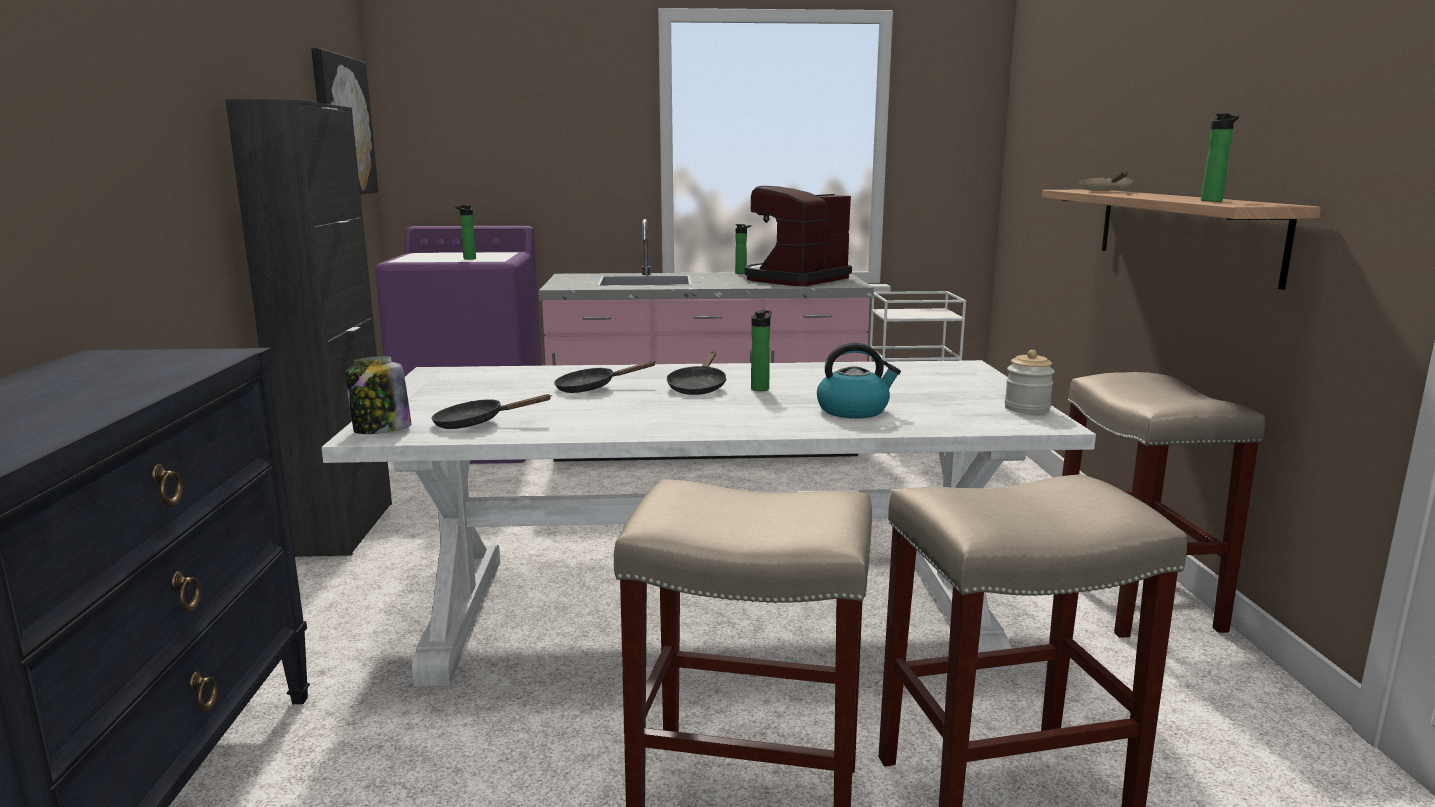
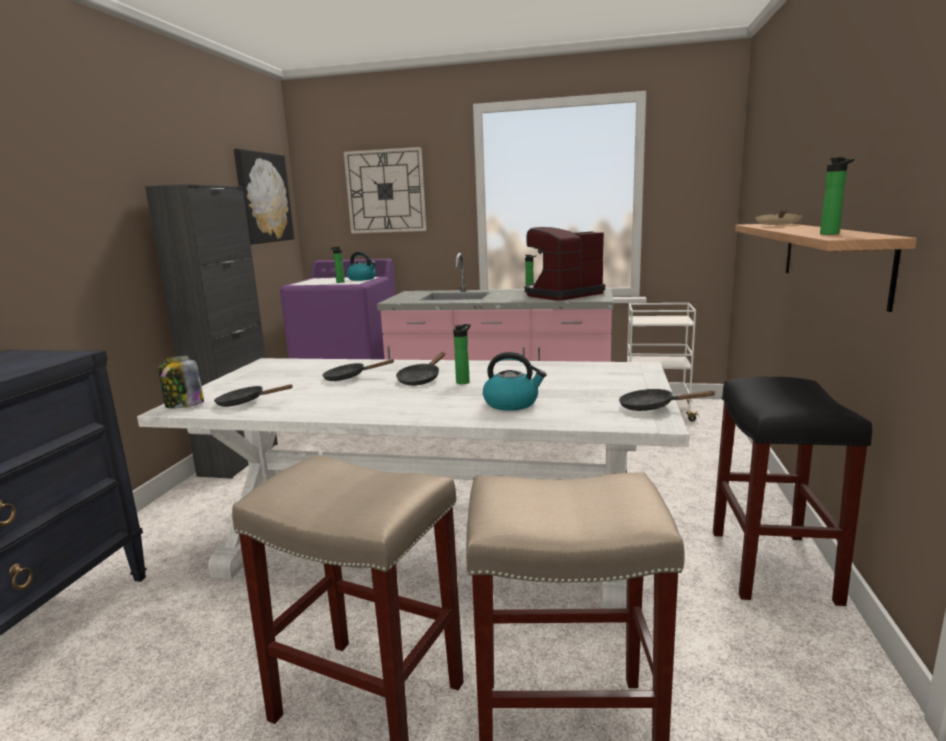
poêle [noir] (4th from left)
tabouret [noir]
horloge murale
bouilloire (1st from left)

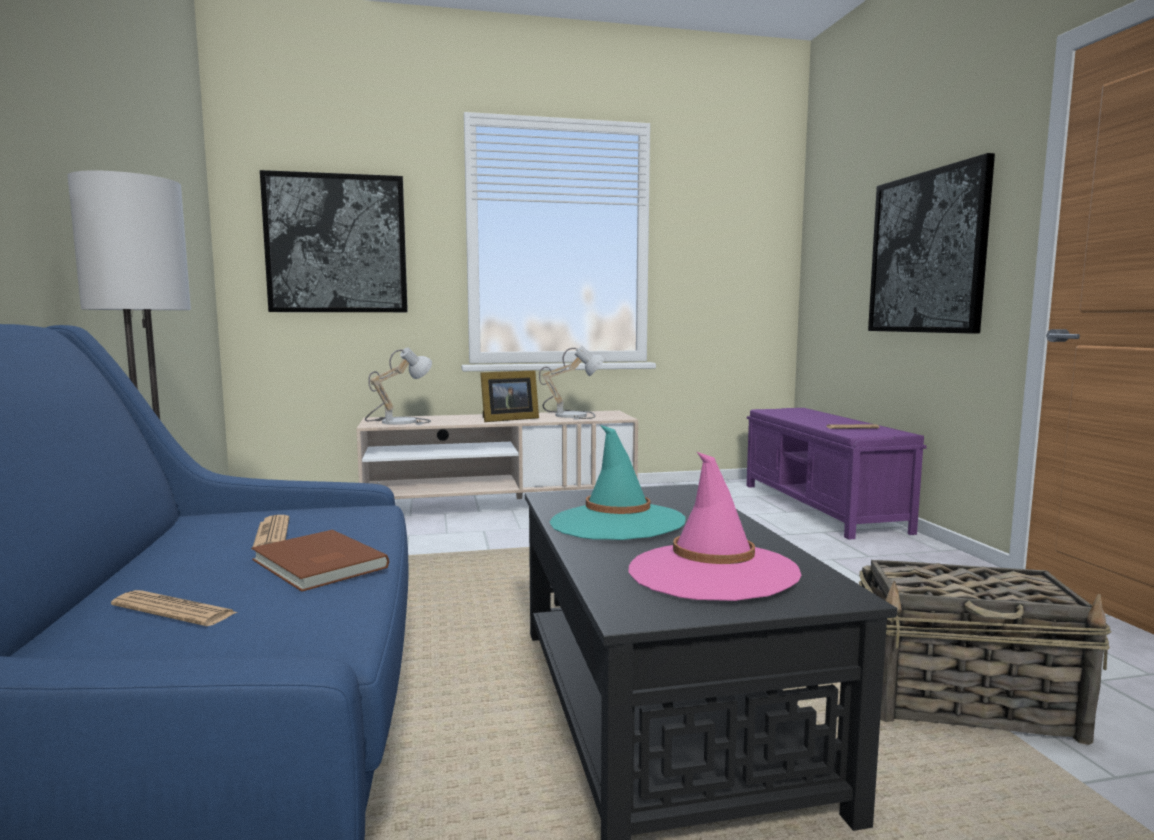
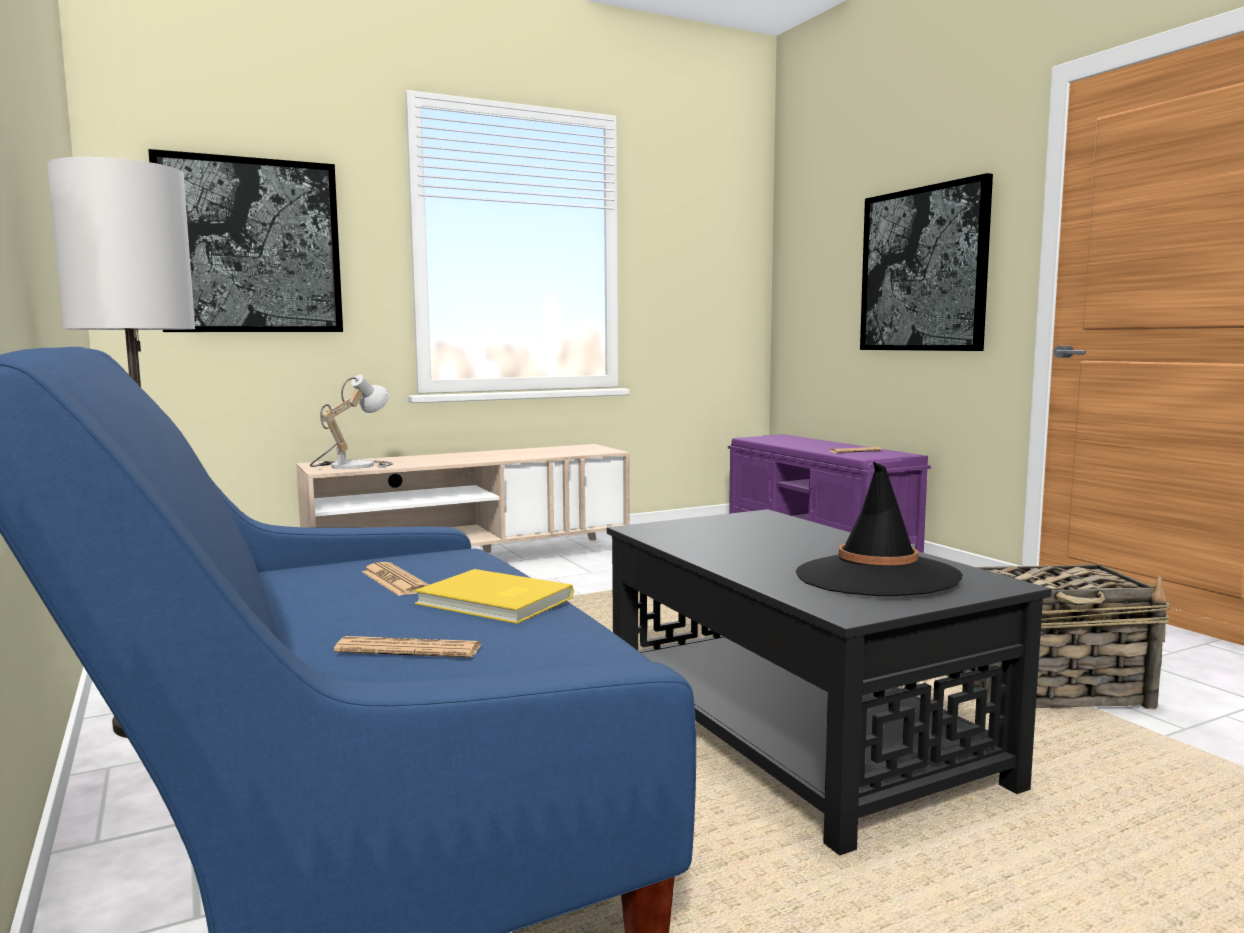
lampe de table (2nd from left in the first image)
cadre photo
chapeau [turquoise]
chapeau [noir]
livre [jaune]

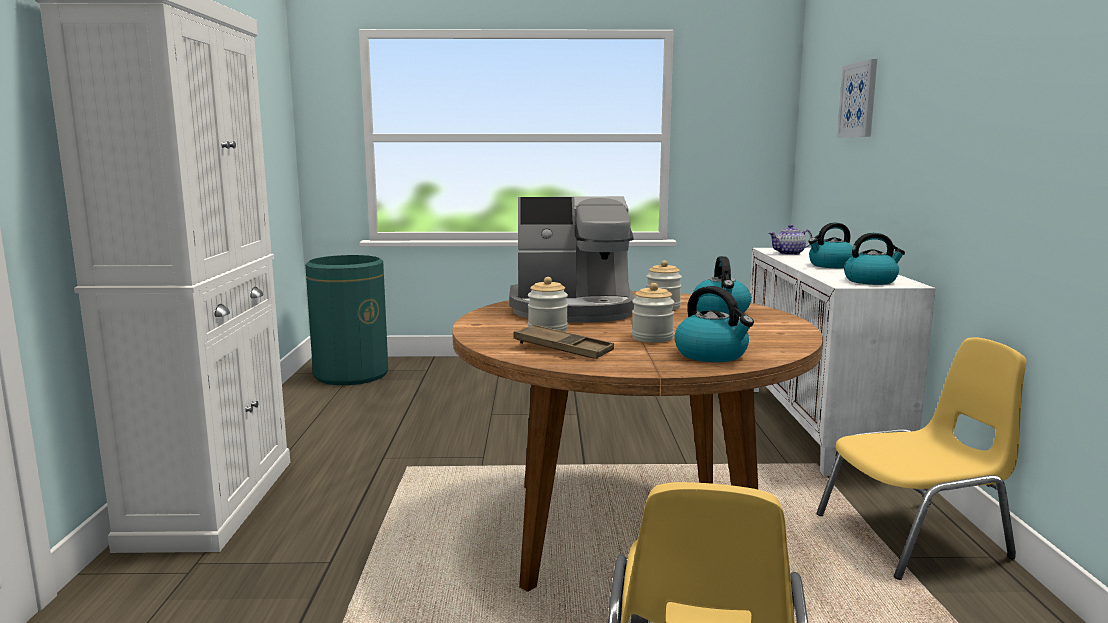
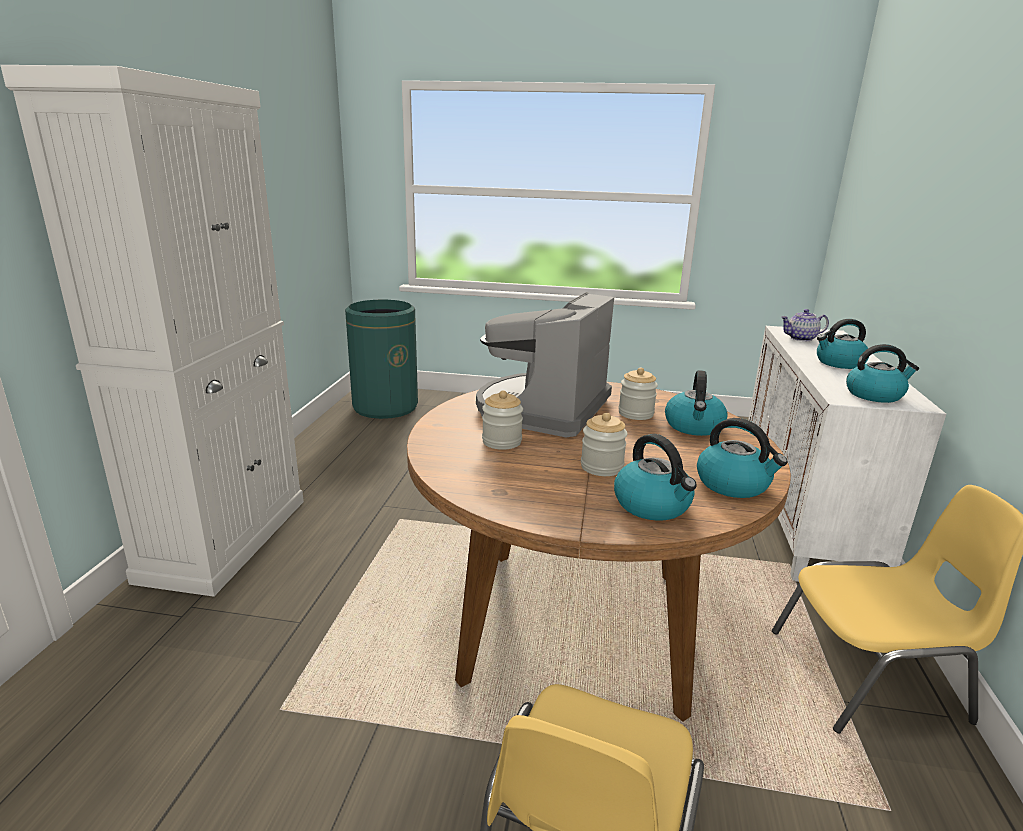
tableau
machine à café
plateau [marron]
bouilloire (3rd from left)

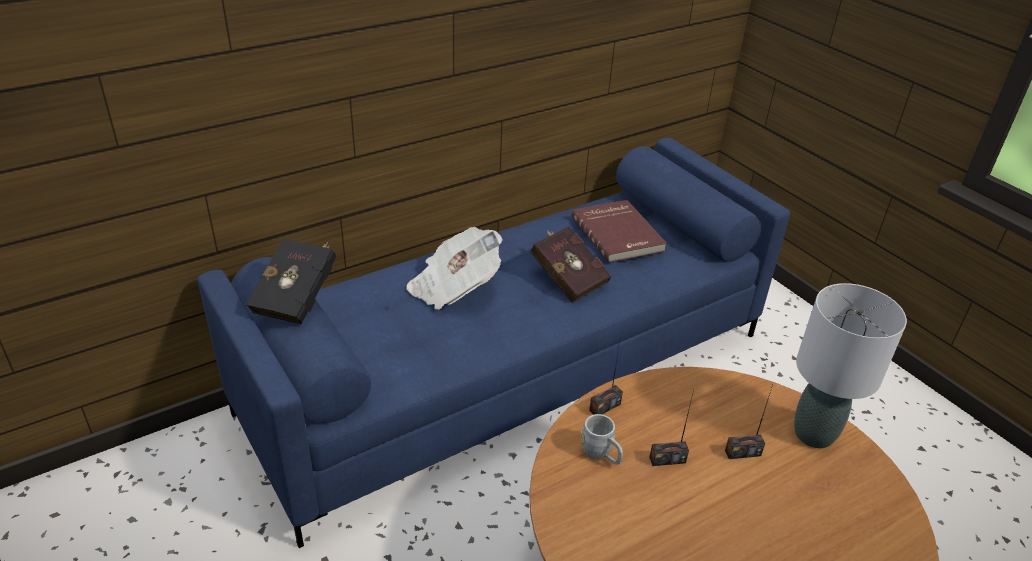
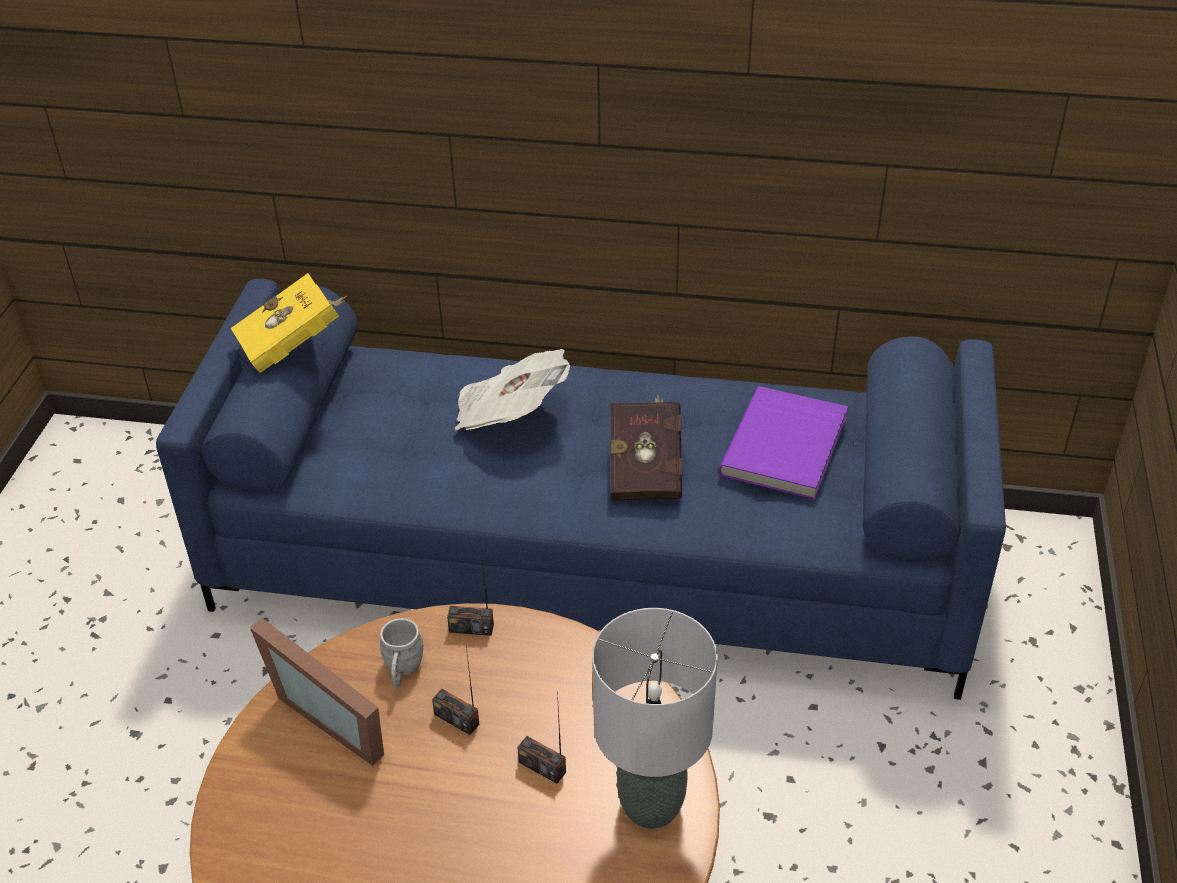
livre [violet]
livre [jaune]
cadre photo

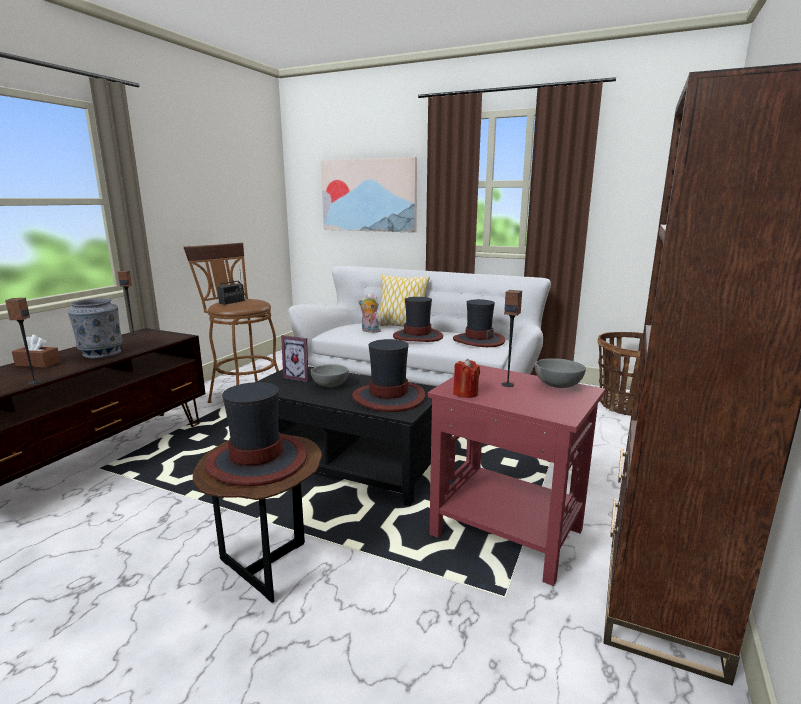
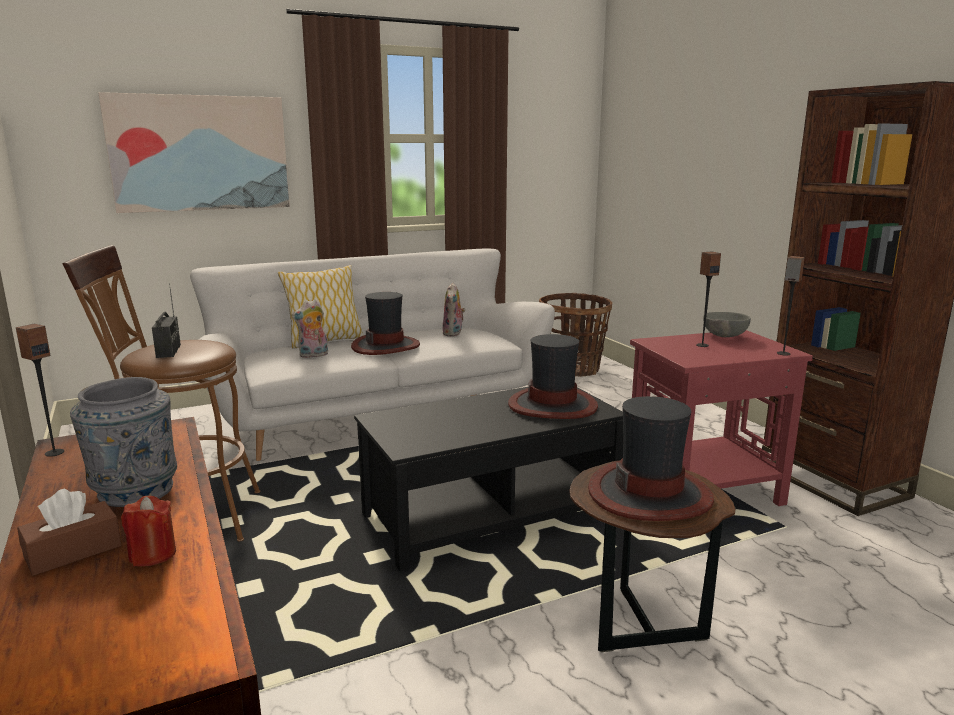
enceinte (3rd from left)
peluche (2nd from left)
cadre photo
bougie [rouge]
bol [gris] (1st from left in the first image)

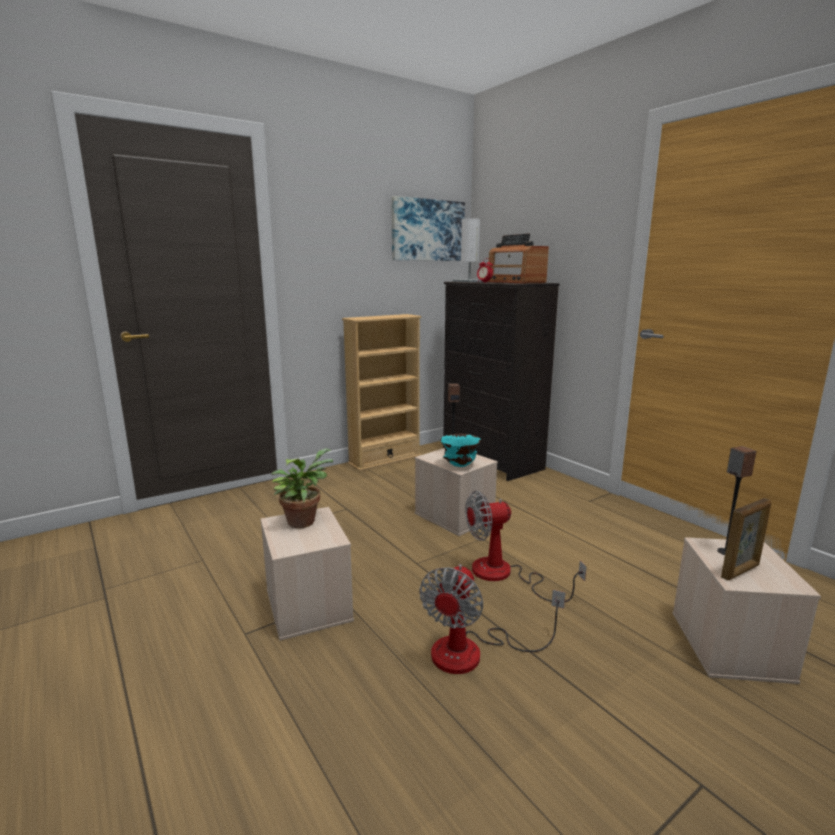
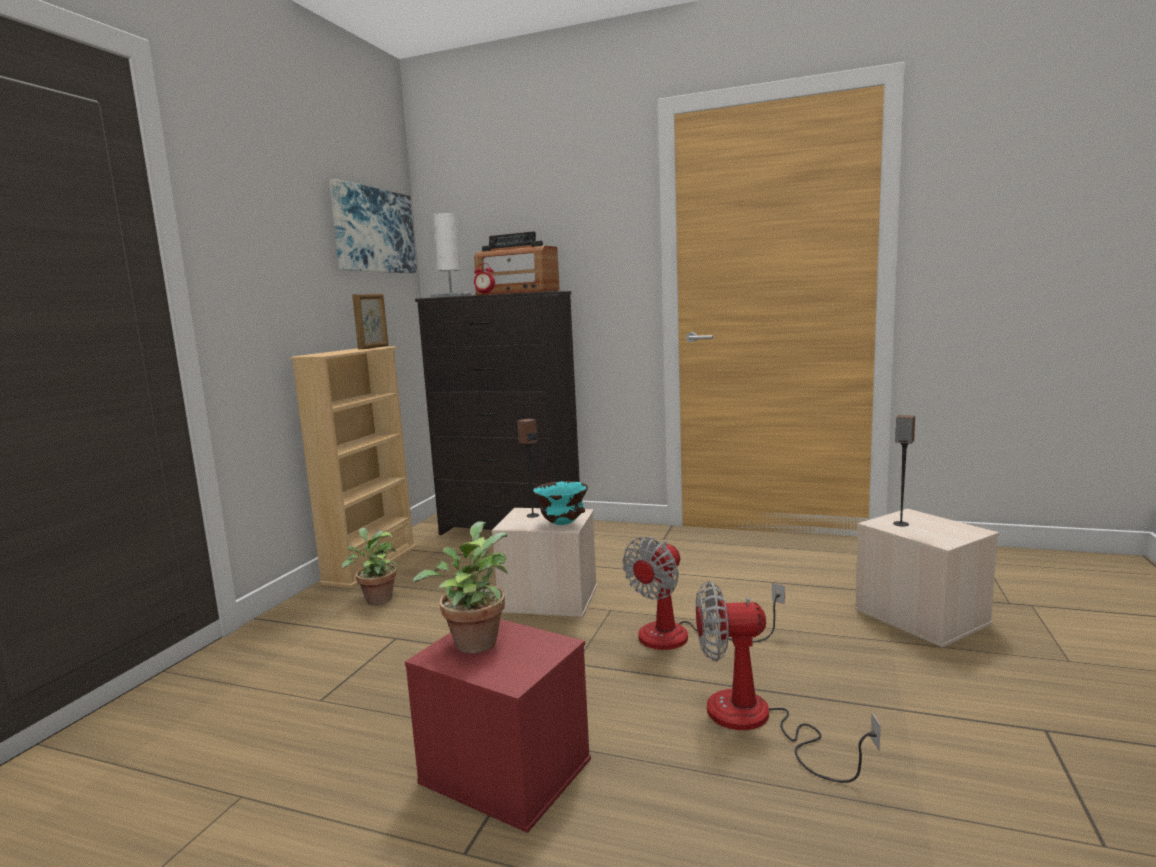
cadre photo
boîte de rangement [rouge]
ventilateur (2nd from left)
plante en pot (1st from left)

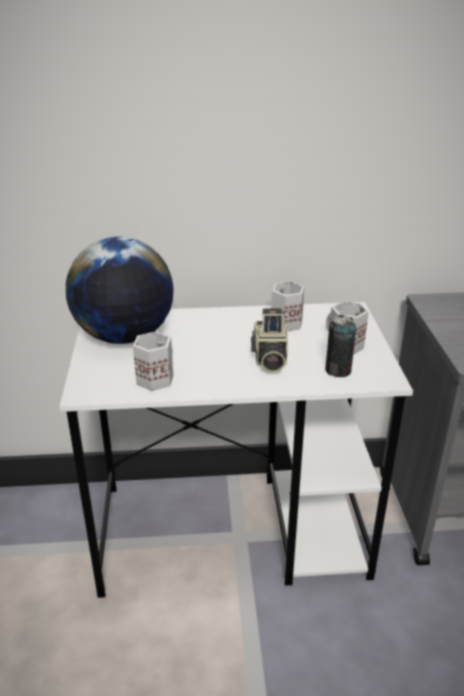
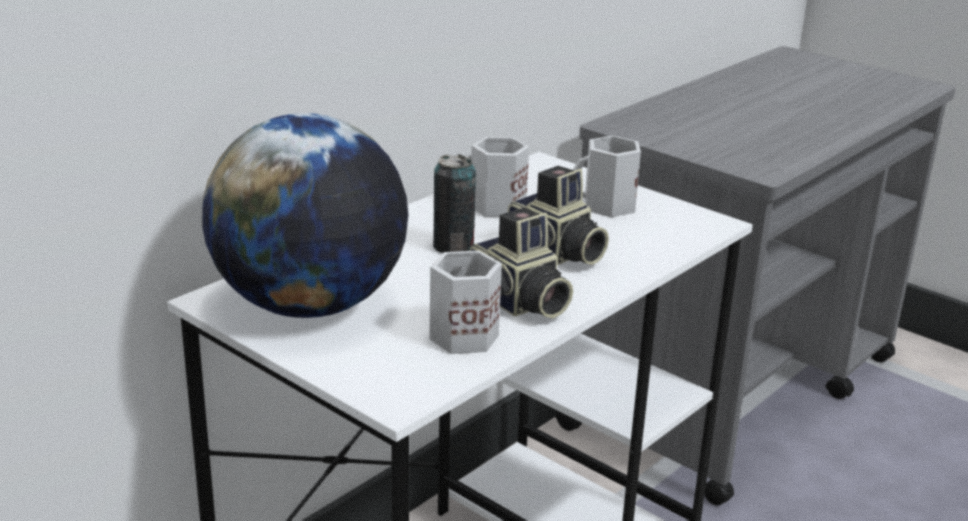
boîte métallique
appareil photo (1st from left)

